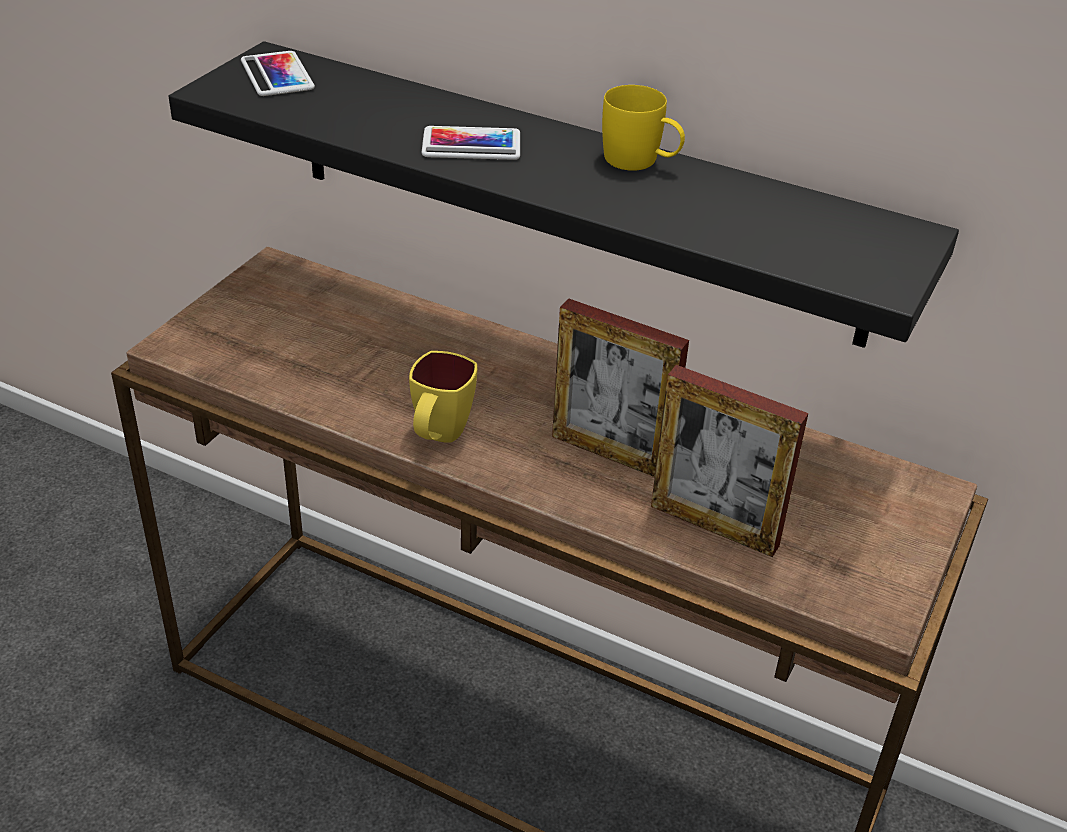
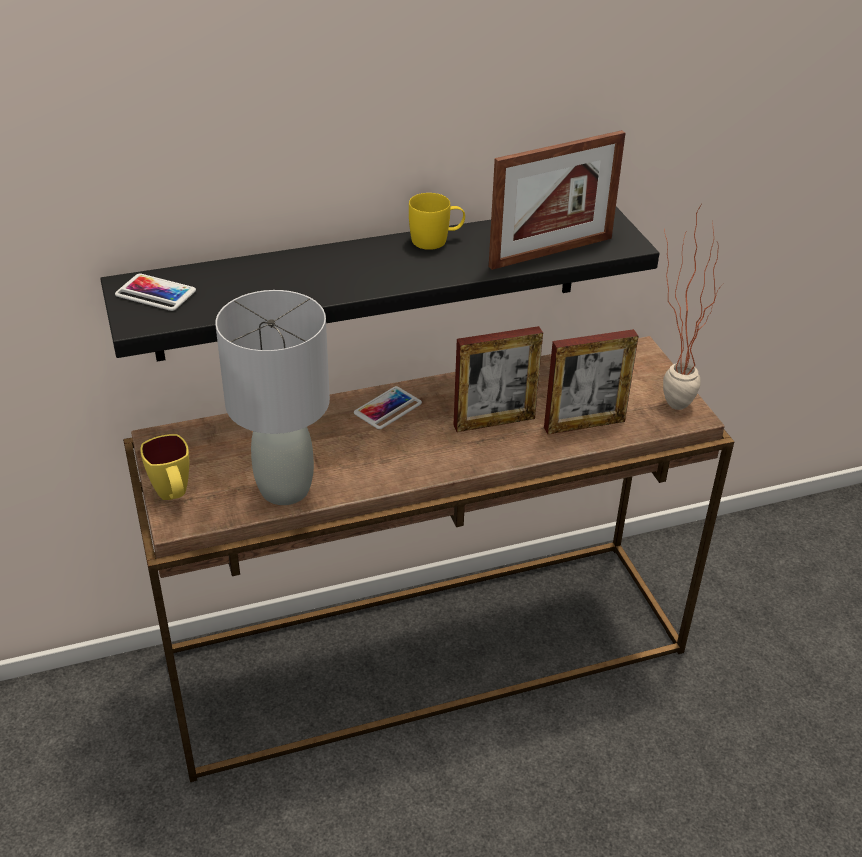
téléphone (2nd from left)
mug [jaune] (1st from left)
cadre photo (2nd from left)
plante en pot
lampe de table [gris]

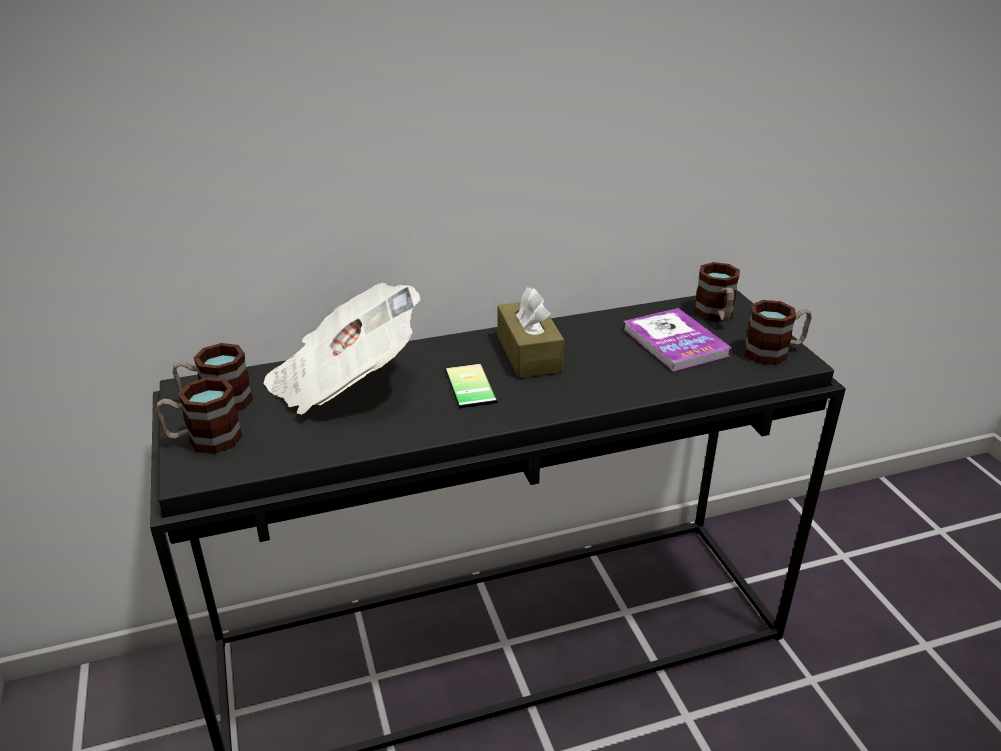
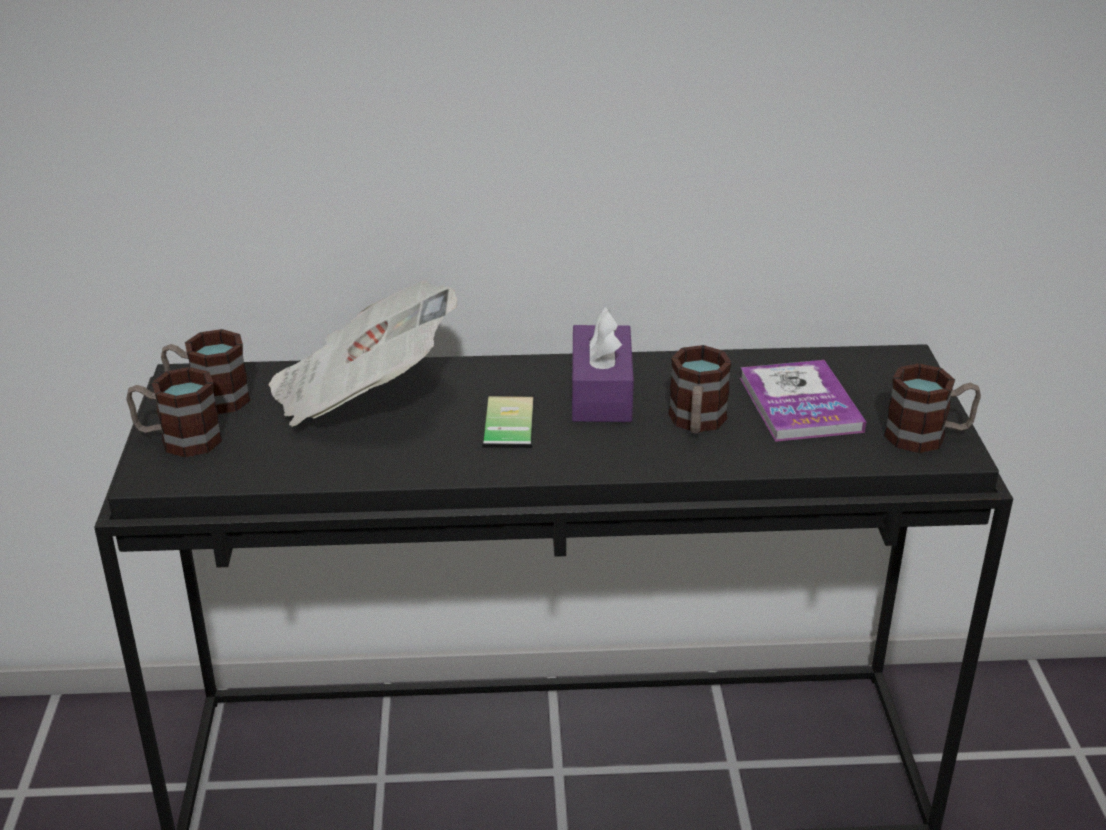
mug (3rd from left)
boîte à mouchoirs [violet]

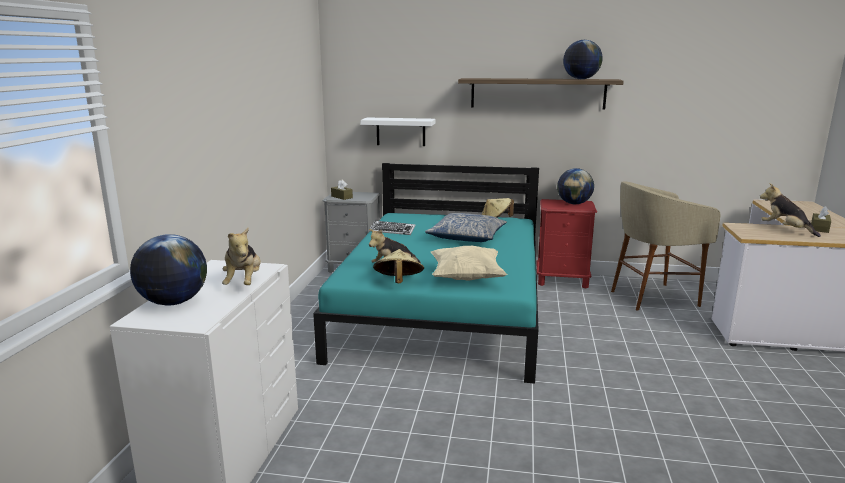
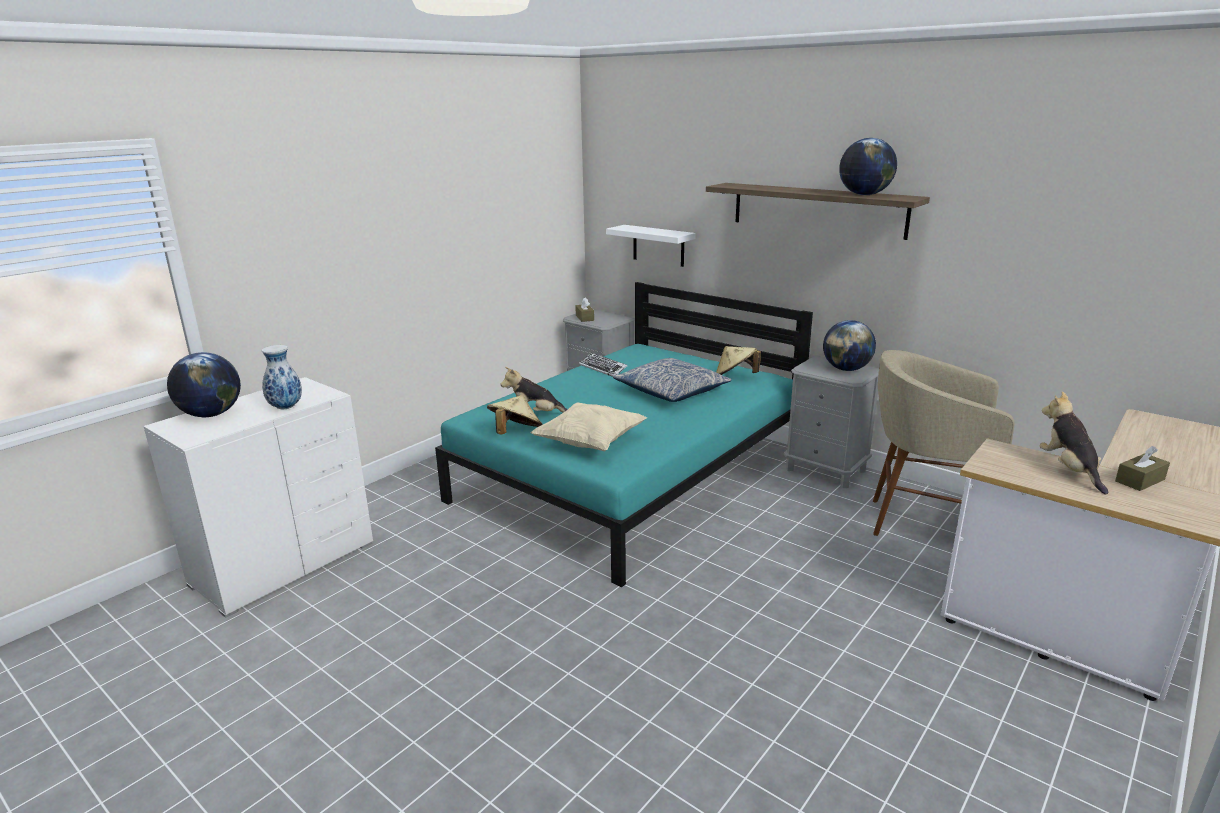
table de chevet [gris] (2nd from left)
vase

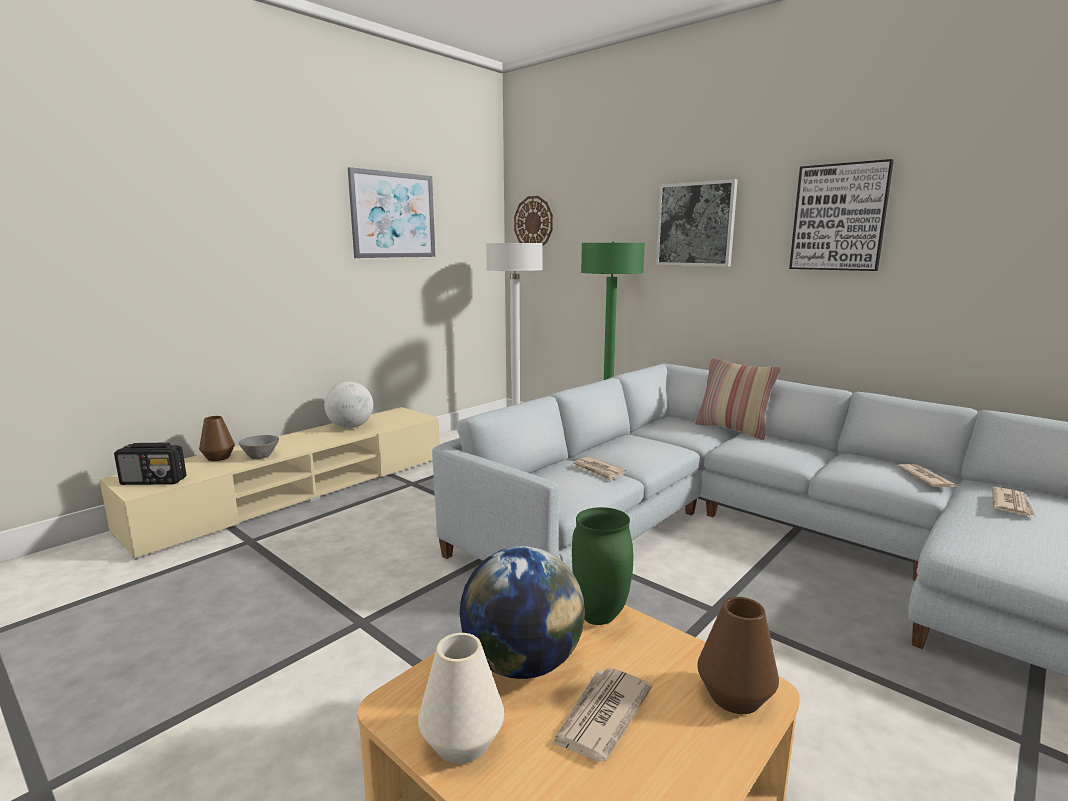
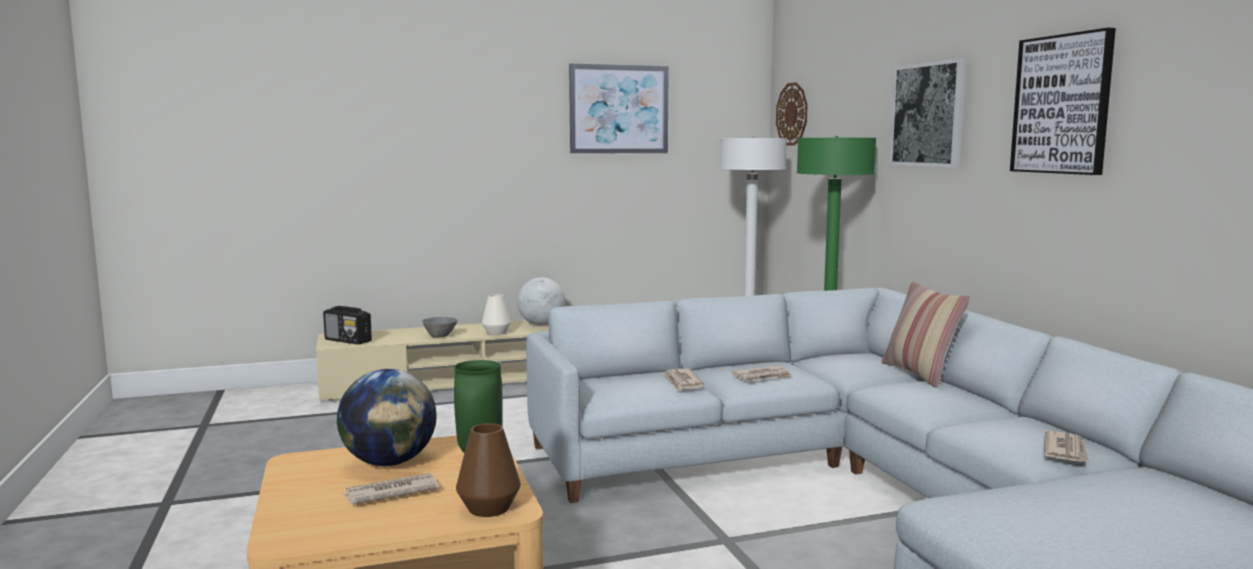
vase [marron] (1st from left in the first image)
journal (3rd from left)
vase [blanc]

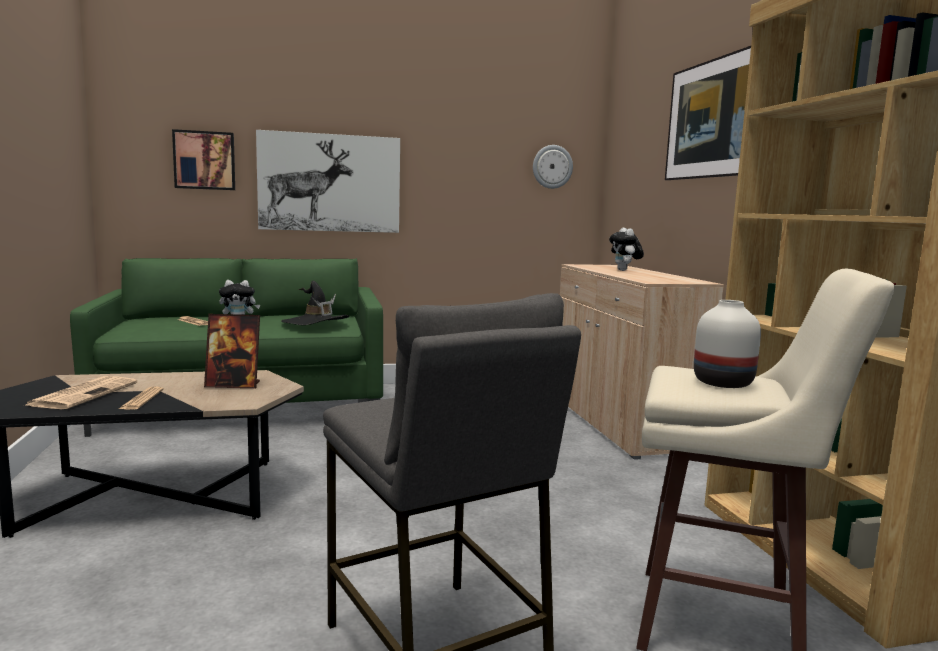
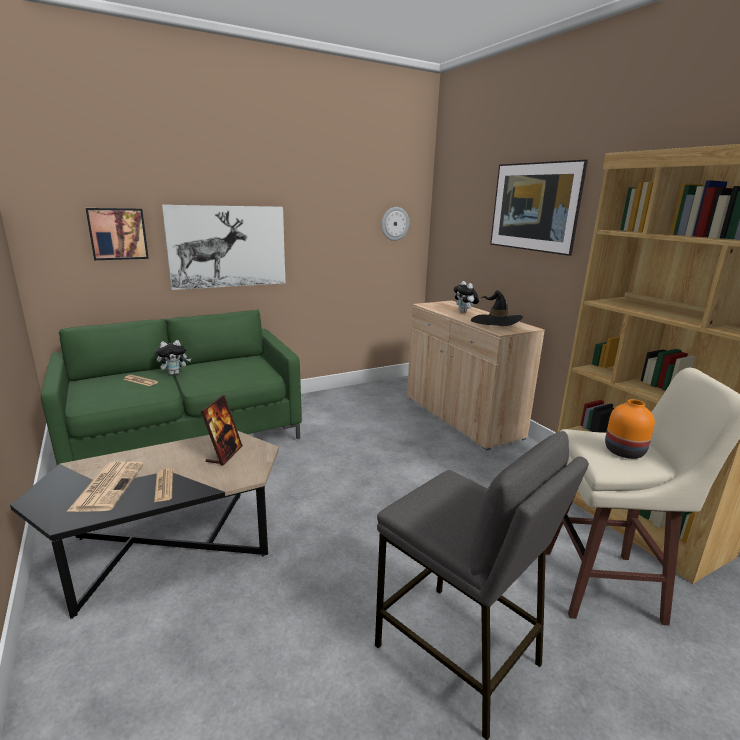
chapeau [noir]
vase [orange]
cadre photo

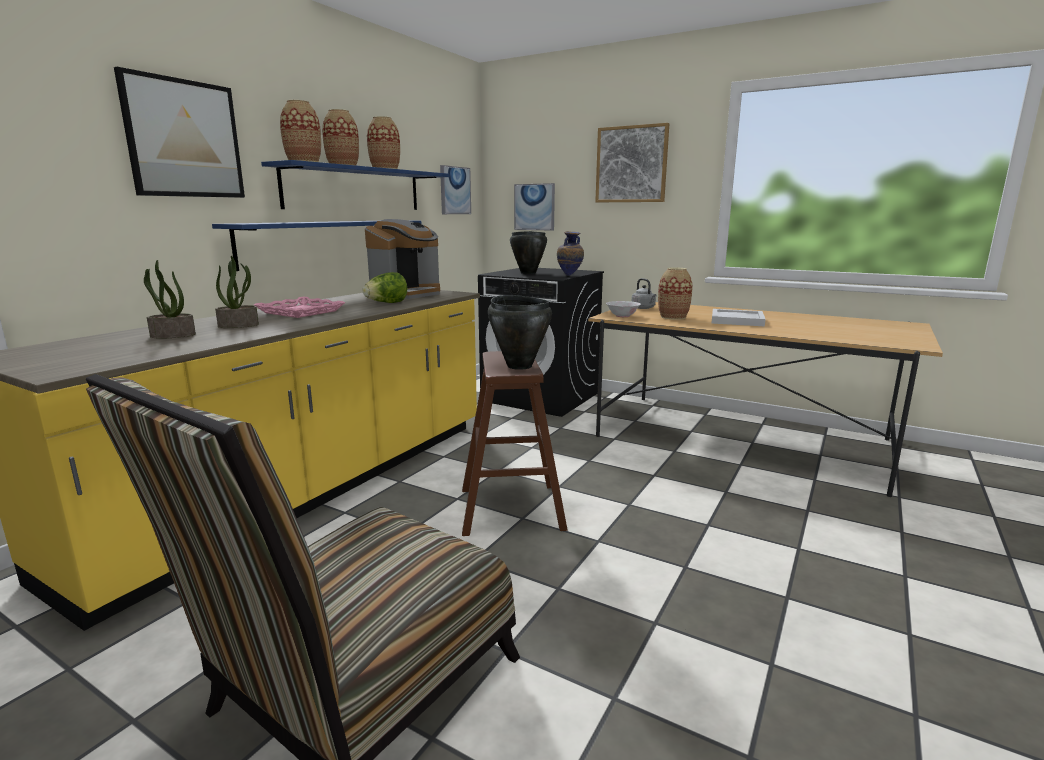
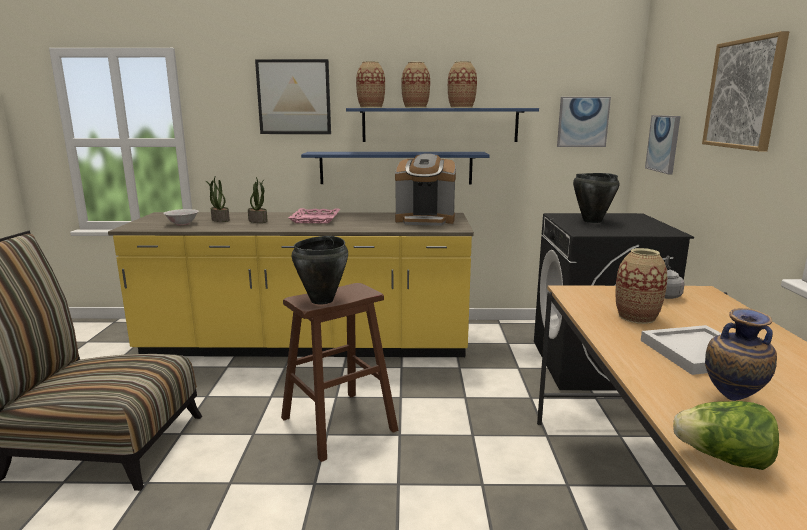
vase (5th from left)
laitue
bol [blanc]

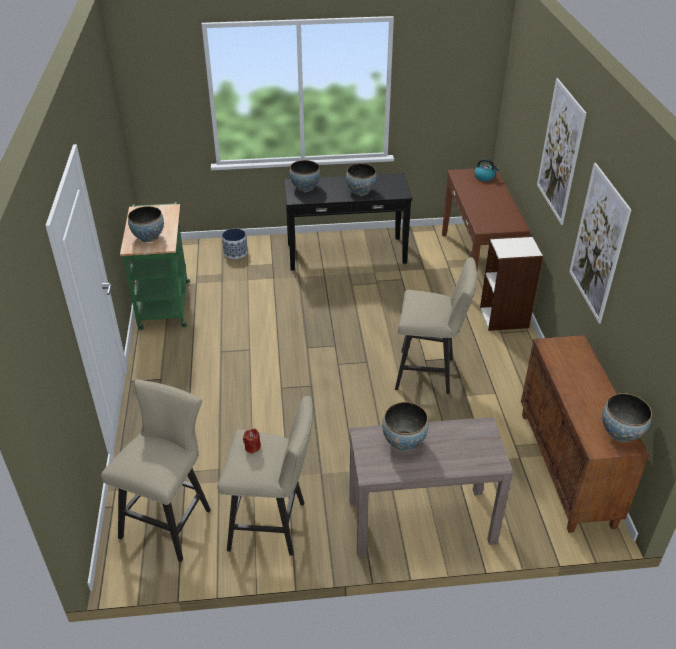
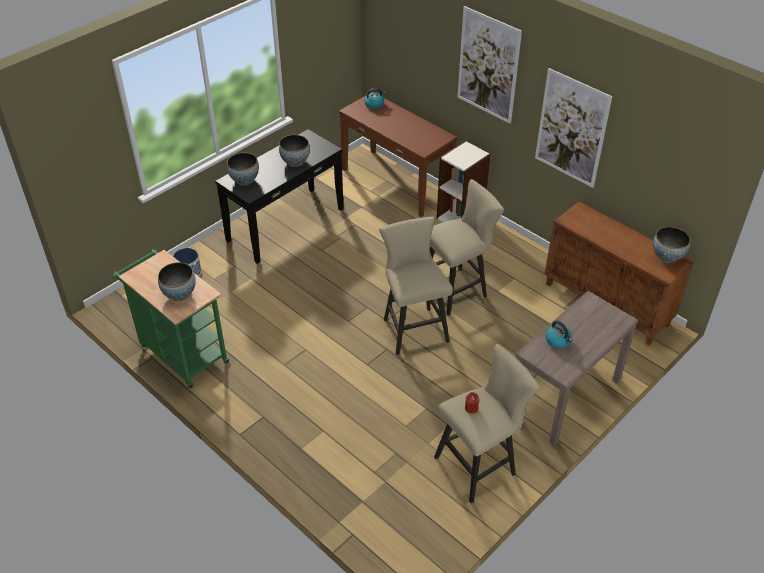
tabouret [beige] (1st from left)
bouilloire (2nd from left)

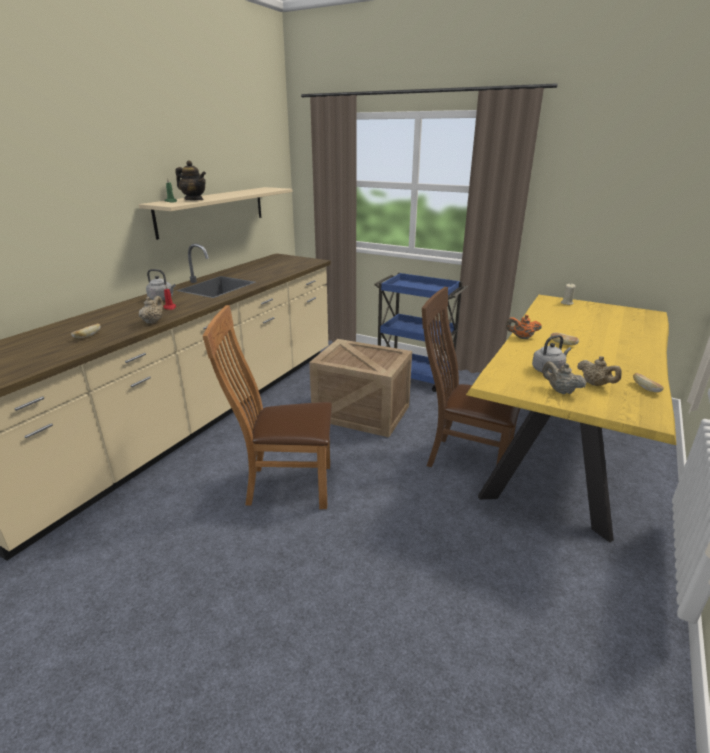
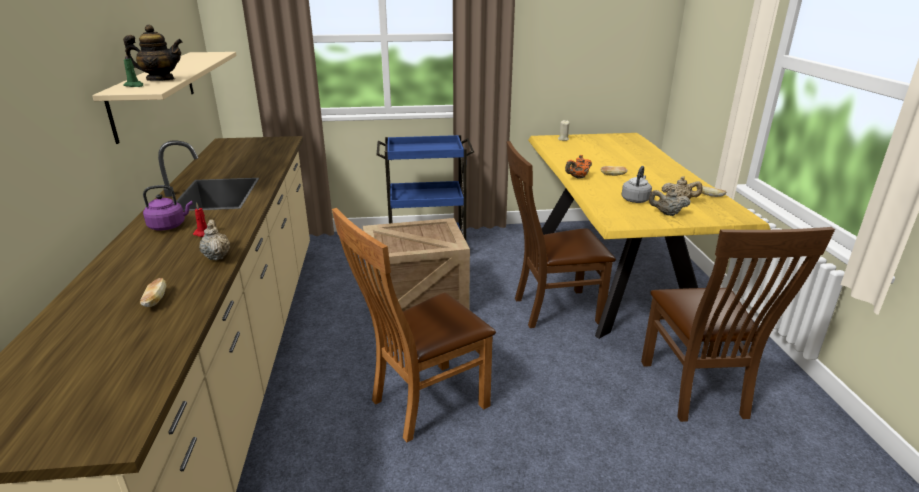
bouilloire [violet]
chaise [marron] (3rd from left)

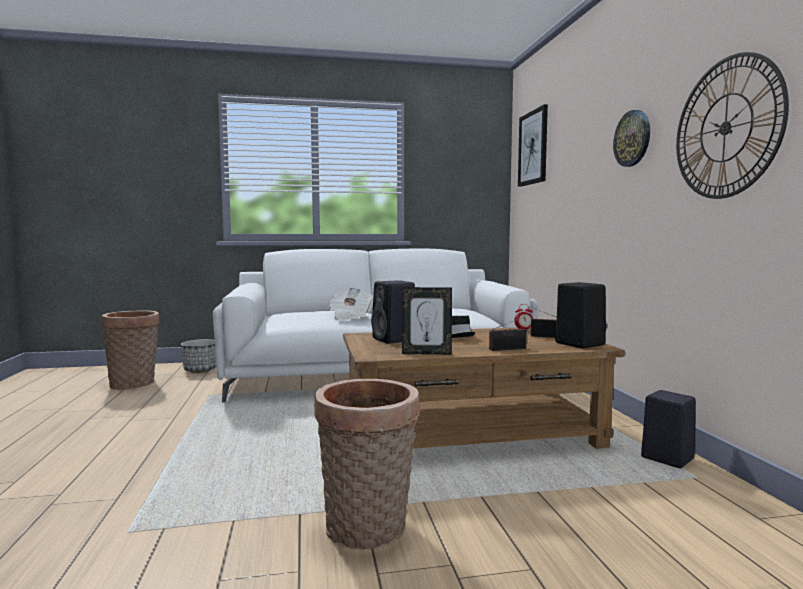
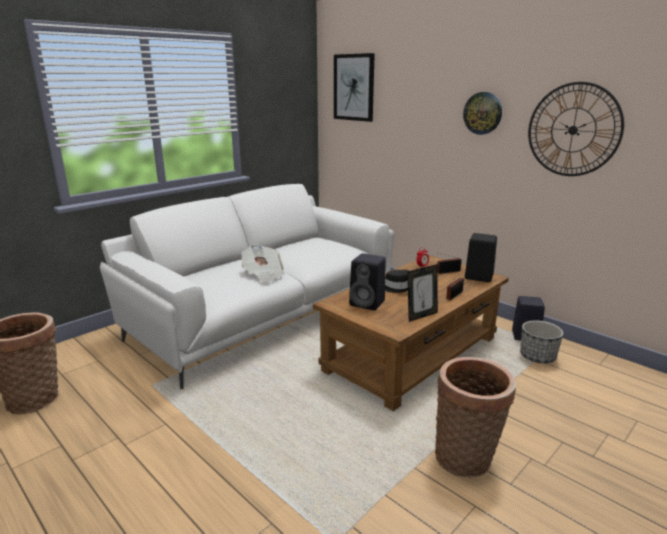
cache-pot

